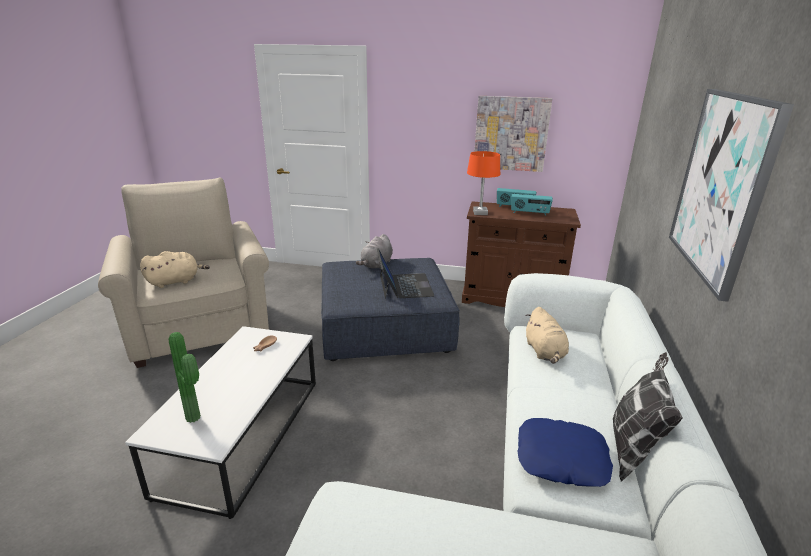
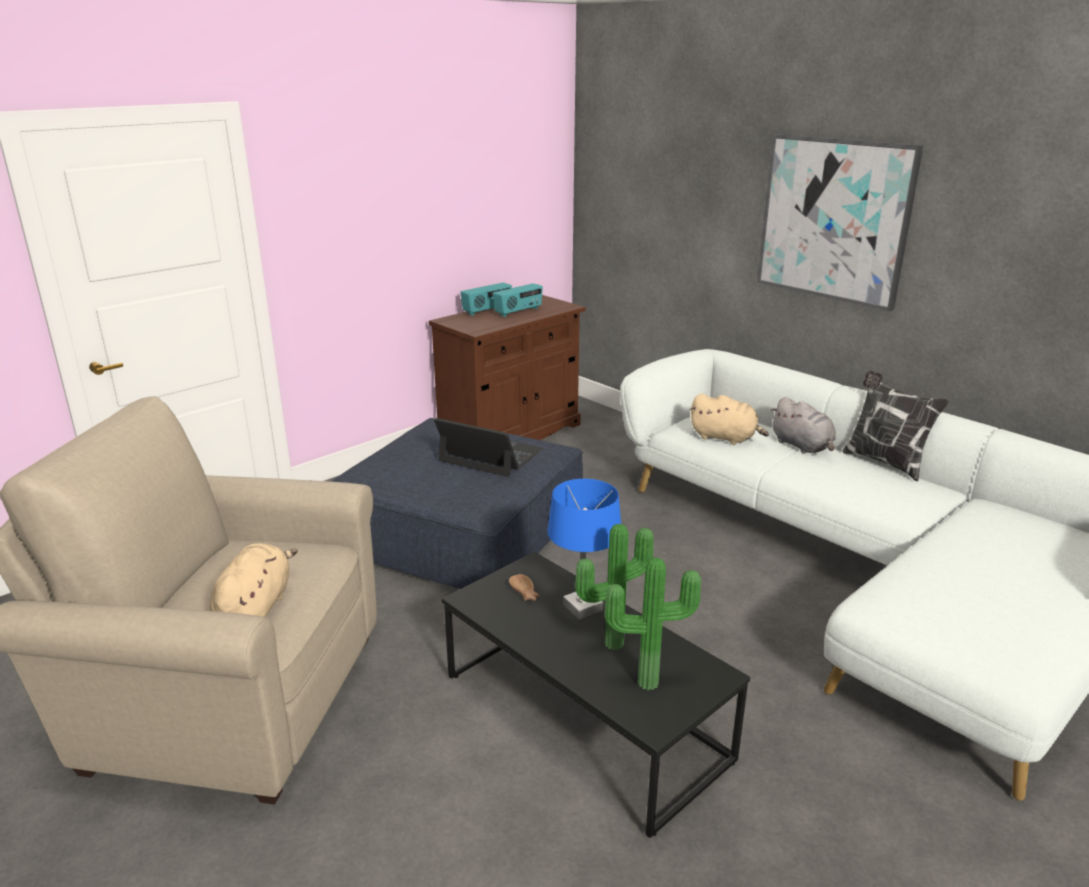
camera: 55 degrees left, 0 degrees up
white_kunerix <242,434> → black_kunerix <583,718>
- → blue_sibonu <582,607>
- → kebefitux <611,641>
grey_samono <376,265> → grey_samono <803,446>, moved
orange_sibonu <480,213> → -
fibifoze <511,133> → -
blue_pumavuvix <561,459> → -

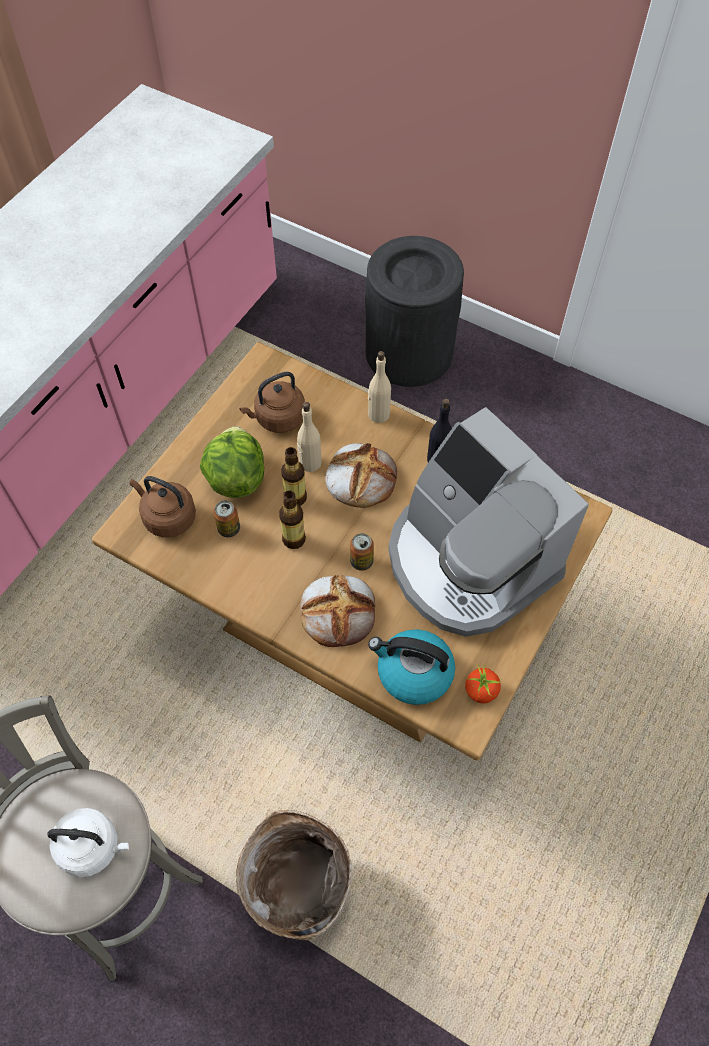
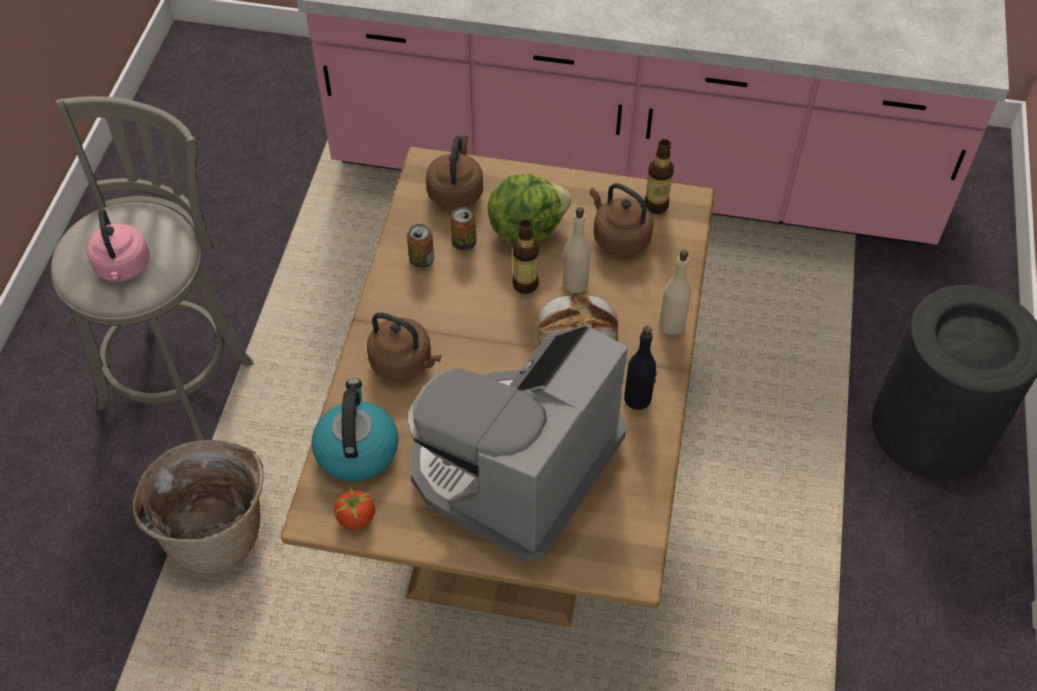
camera: 70 degrees right, 5 degrees down
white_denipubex <93,847> → pink_denipubex <123,268>
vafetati <338,611> → brown_denipubex <404,363>
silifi <361,561> → silifi <421,260>, moved
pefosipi <294,539> → pefosipi <656,205>, moved

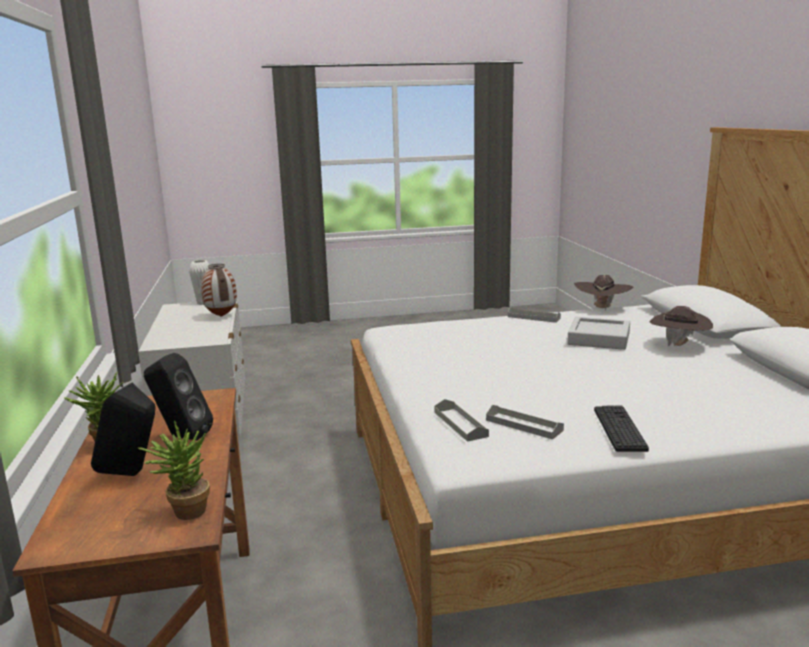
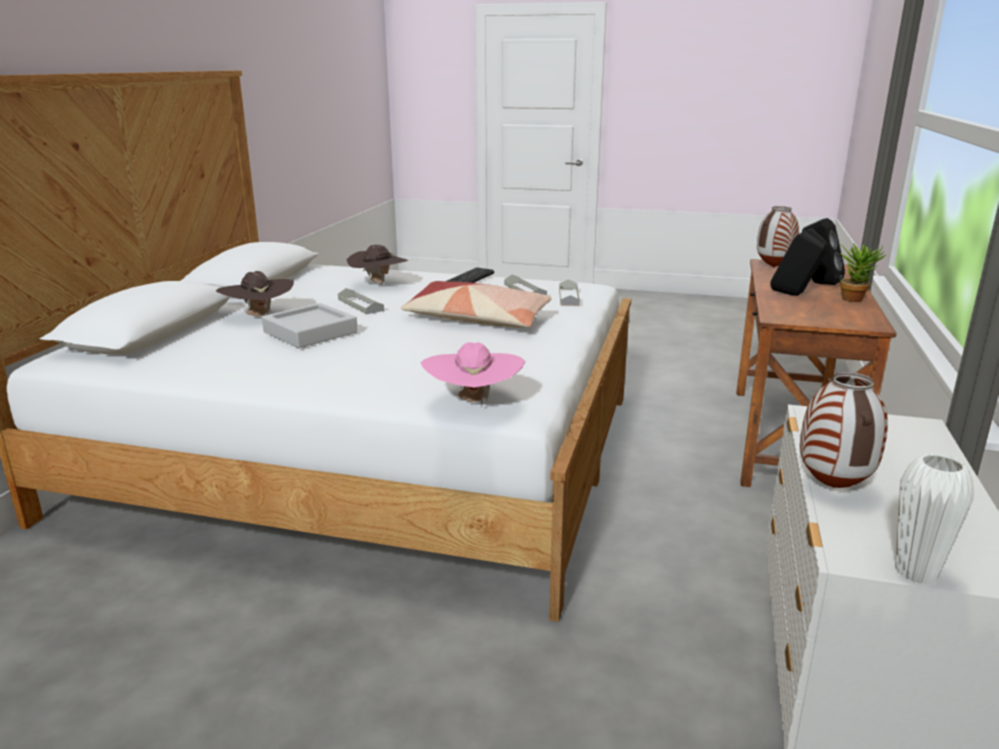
camera: 155 degrees left, 5 degrees up
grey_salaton <533,317> → grey_salaton <360,305>, moved
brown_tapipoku <602,308> → brown_tapipoku <378,284>, moved
- → pumavuvix <477,319>
- → pink_tapipoku <473,401>
kebefitux <184,512> → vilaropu <773,267>

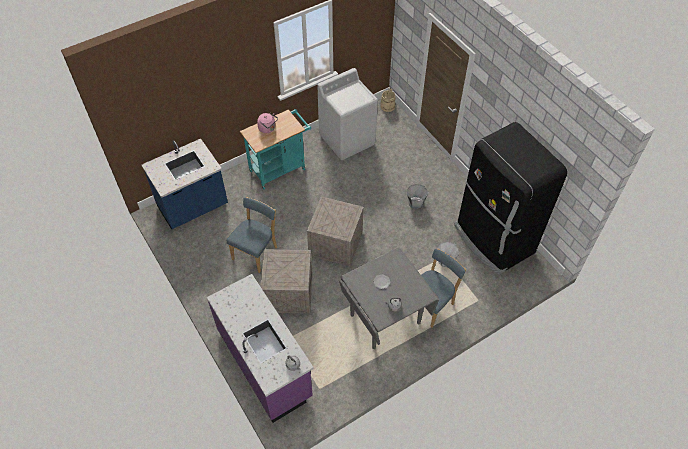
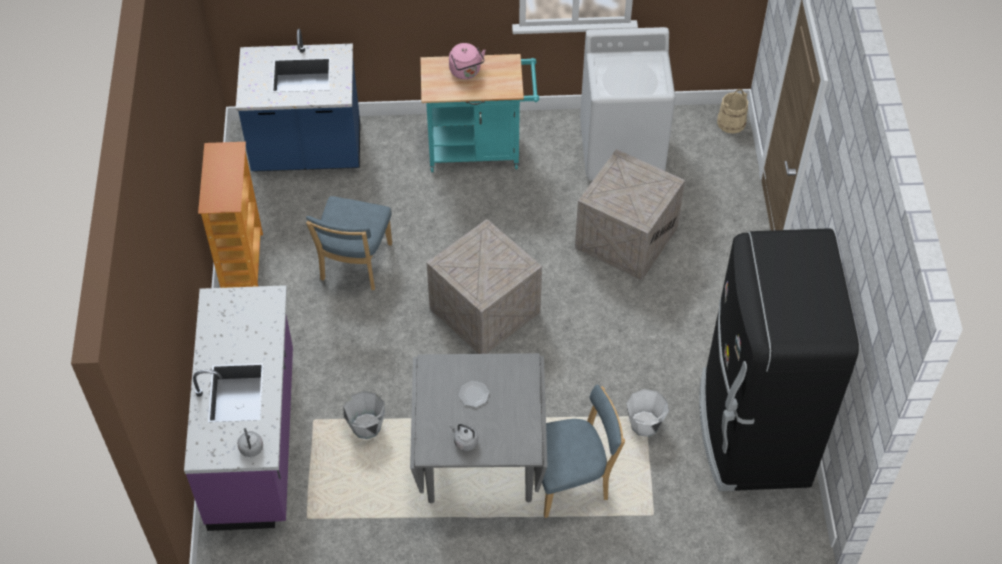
camera: 30 degrees right, 0 degrees up
- → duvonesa <241,263>
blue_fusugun <256,252> → blue_fusugun <354,265>, 135 degrees clockwise
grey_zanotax <415,203> → grey_zanotax <366,427>, moved
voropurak <288,292> → voropurak <626,236>, moved

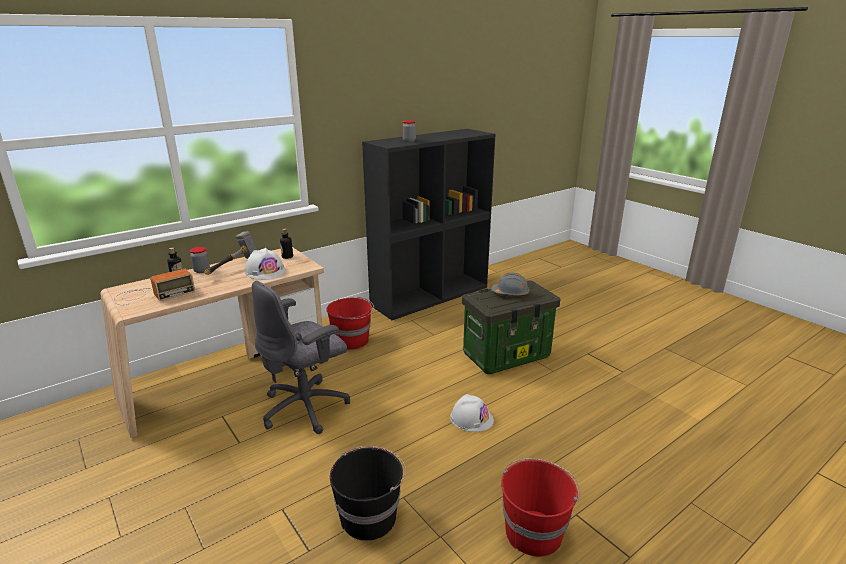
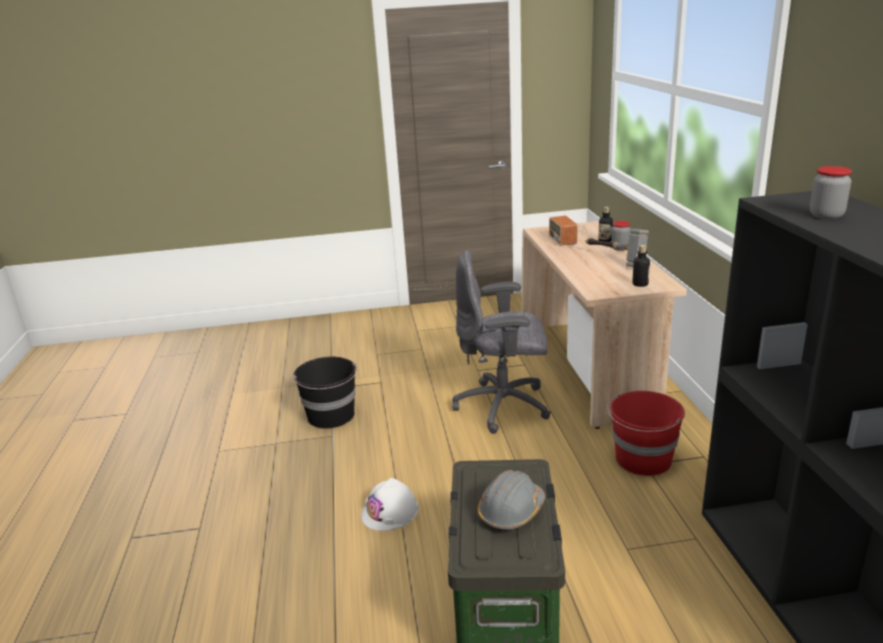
camera: 120 degrees right, 0 degrees up
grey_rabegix <306,407> → grey_rabegix <504,406>, 75 degrees counterclockwise
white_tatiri <265,271> → -
red_zanotax <533,531> → -

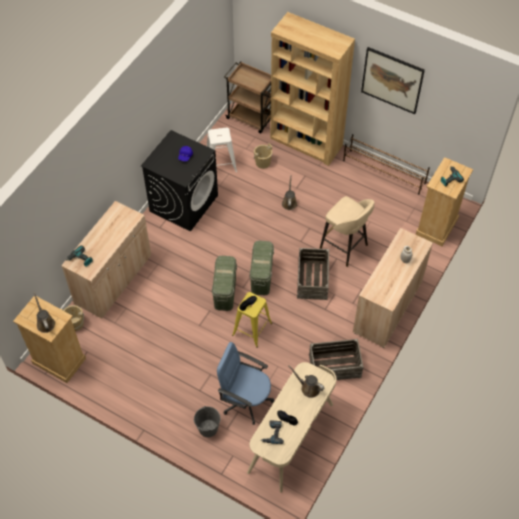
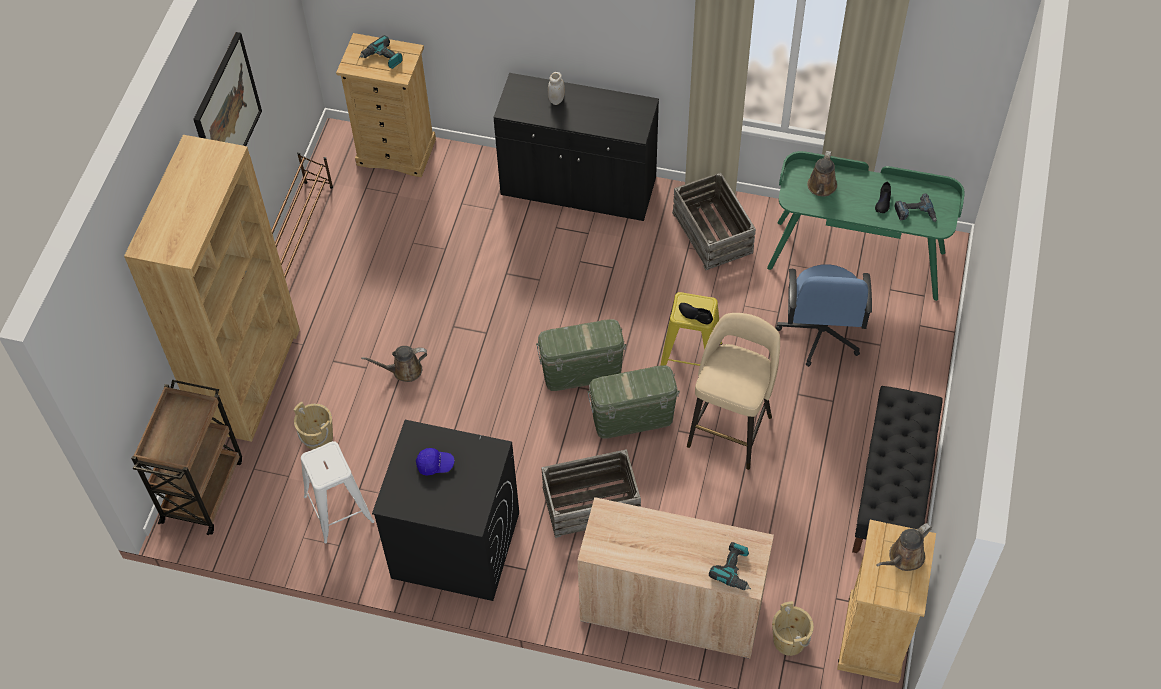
camera: 105 degrees left, 0 degrees up
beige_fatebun <387,307> → black_fatebun <578,187>
voropurak <312,279> → voropurak <591,504>, moved
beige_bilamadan <345,247> → beige_bilamadan <731,429>, moved
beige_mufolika <291,438> → green_mufolika <856,258>
- → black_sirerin <891,491>
grey_zanotax <208,428> → -

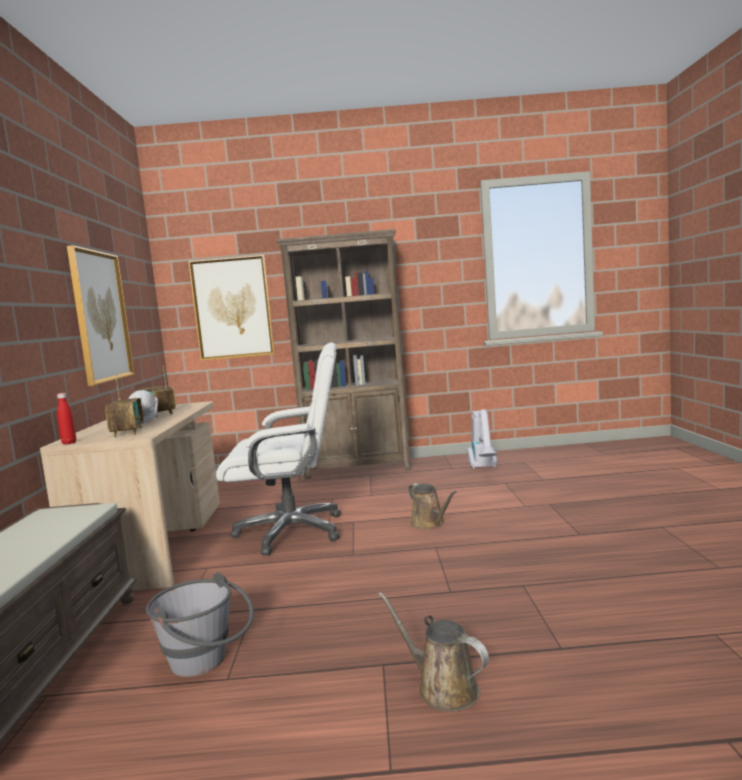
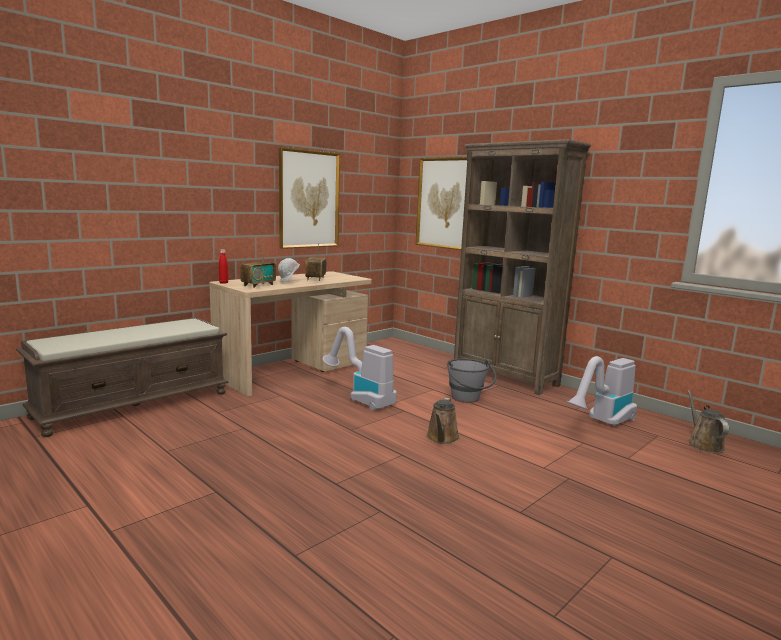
camera: 45 degrees right, 5 degrees up
white_rabegix <292,531> → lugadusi <360,398>
grey_zanotax <207,663> → grey_zanotax <468,400>, moved
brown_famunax <443,688> → brown_famunax <703,444>, moved

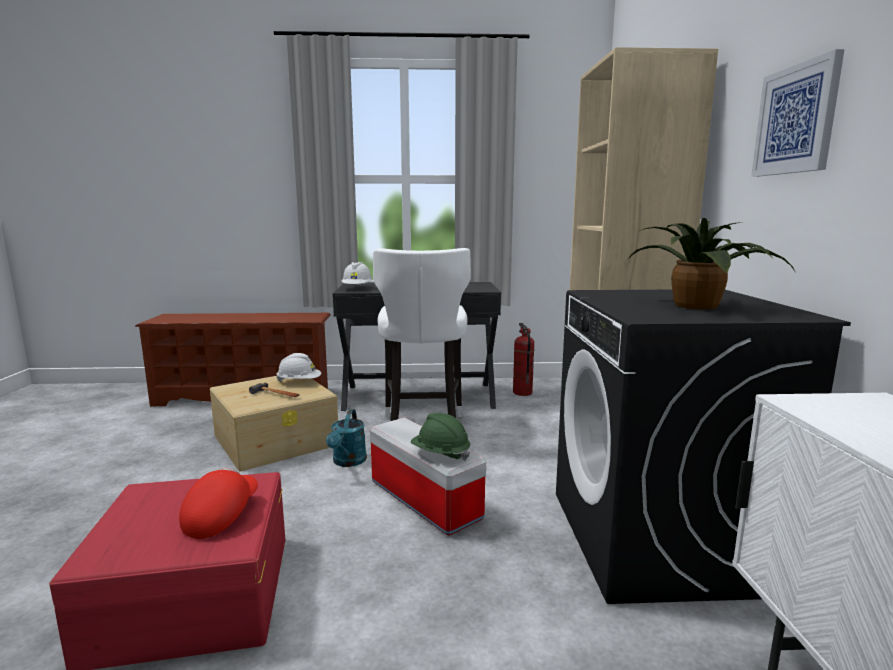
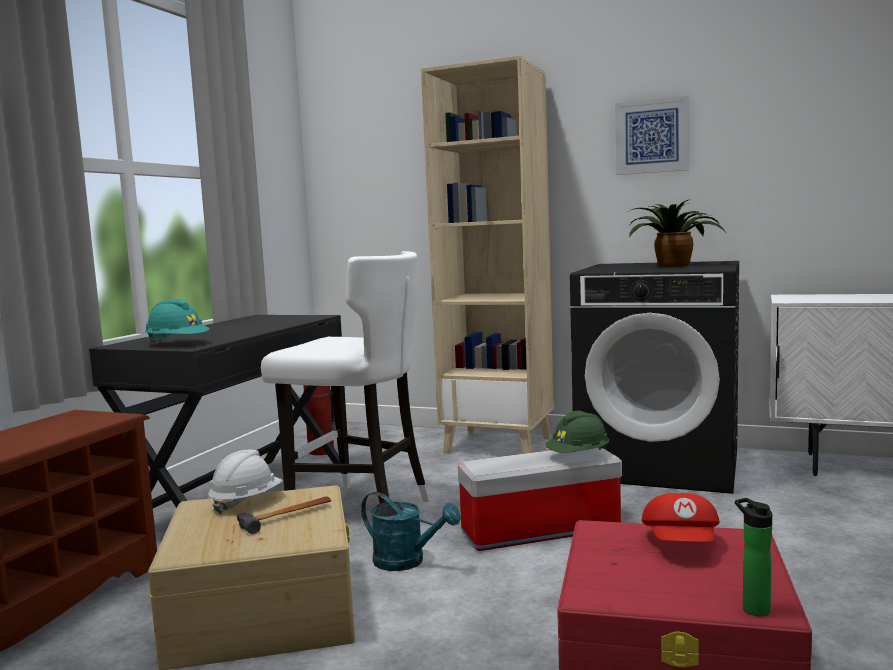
camera: 65 degrees left, 5 degrees down
white_tatiri <357,288> → turquoise_tatiri <178,344>
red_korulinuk <221,516> → red_korulinuk <682,544>, 120 degrees counterclockwise
- → pefosipi <753,608>

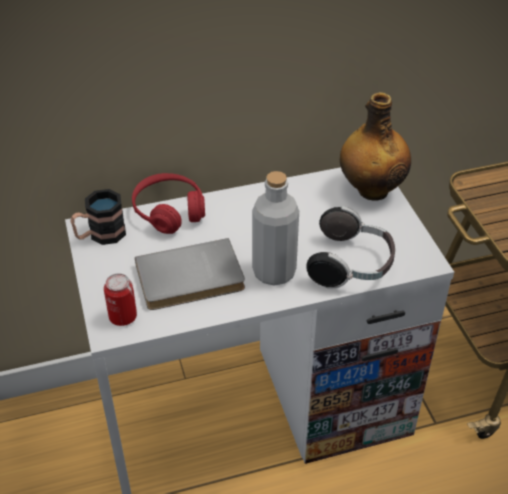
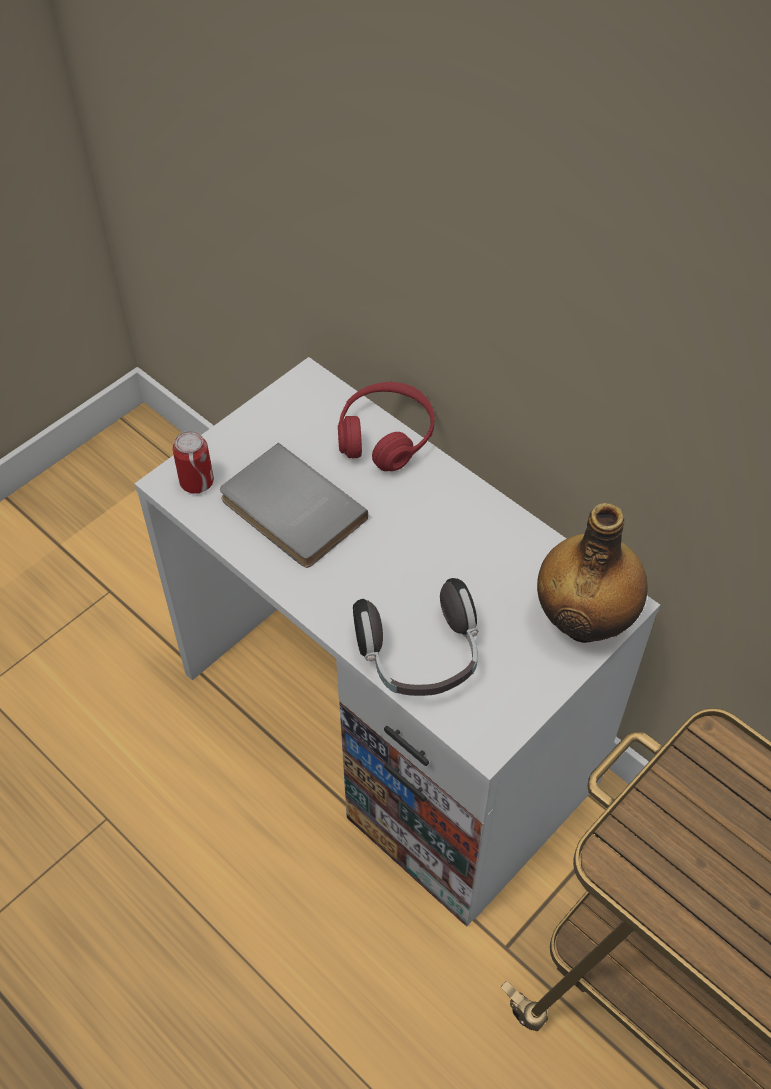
camera: 60 degrees right, 10 degrees up
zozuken <100,235> → -
grey_pefosipi <274,272> → -

